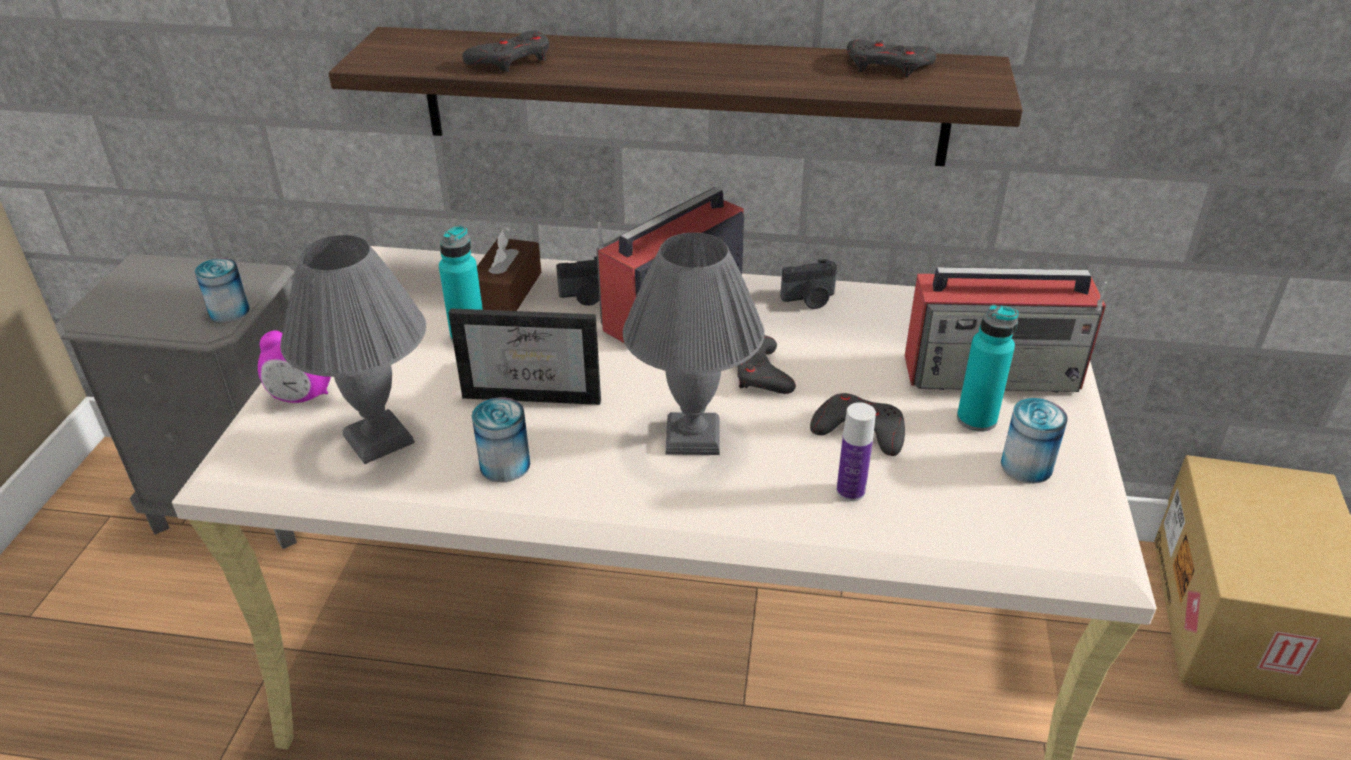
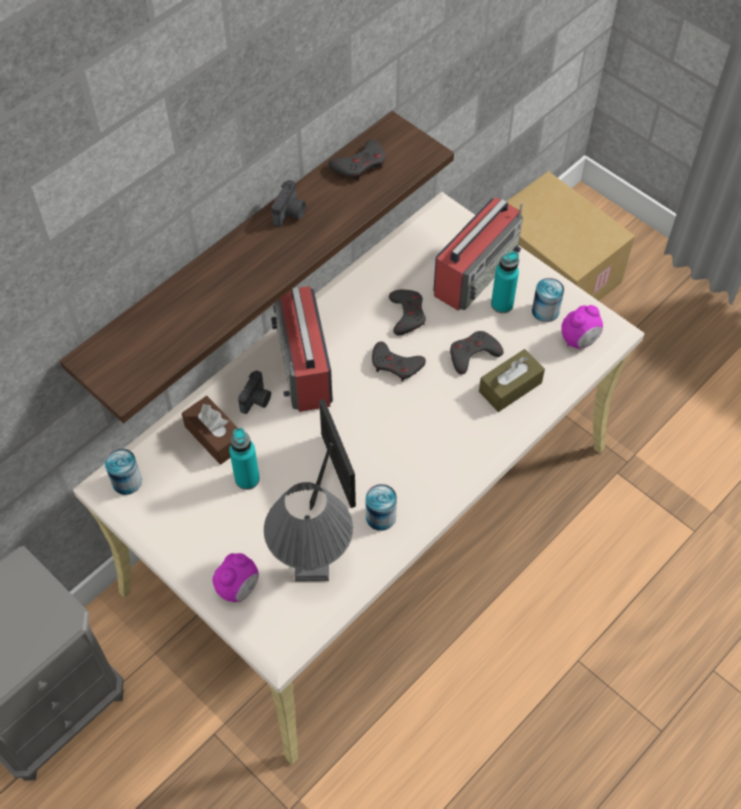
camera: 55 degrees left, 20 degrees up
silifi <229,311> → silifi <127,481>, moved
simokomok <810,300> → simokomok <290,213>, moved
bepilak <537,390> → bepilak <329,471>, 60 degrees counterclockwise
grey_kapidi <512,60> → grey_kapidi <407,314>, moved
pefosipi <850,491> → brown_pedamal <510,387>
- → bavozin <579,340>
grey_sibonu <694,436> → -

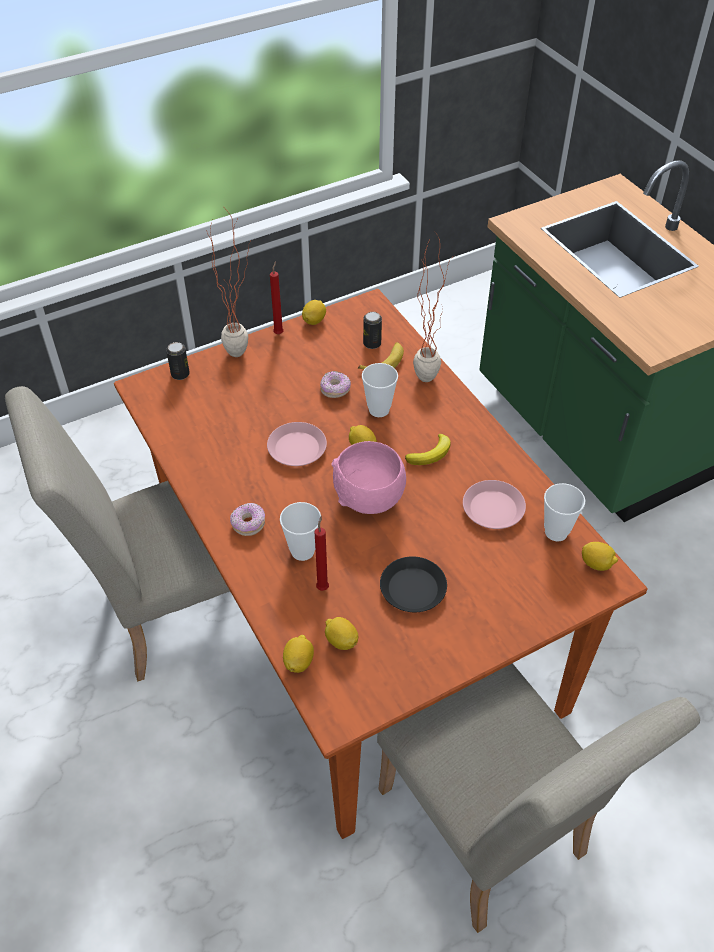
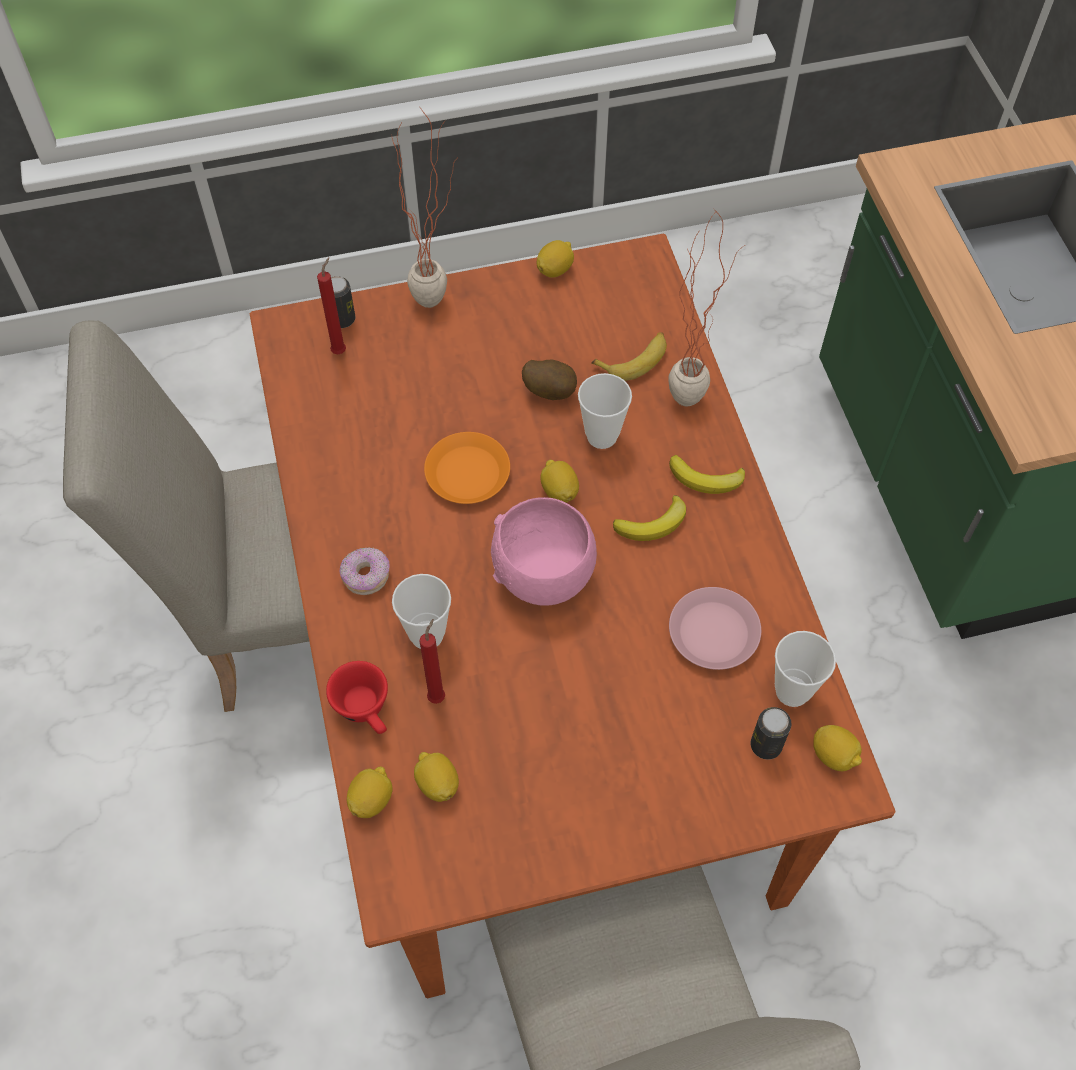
camera: 15 degrees right, 10 degrees up
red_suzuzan <279,333> → red_suzuzan <340,350>, moved
- → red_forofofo <366,710>
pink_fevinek <297,448> → orange_fevinek <468,473>
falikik <335,390> → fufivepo <550,390>
- → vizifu <706,479>
silifi <372,343> → silifi <766,745>, moved
black_fevinek <413,589> → -

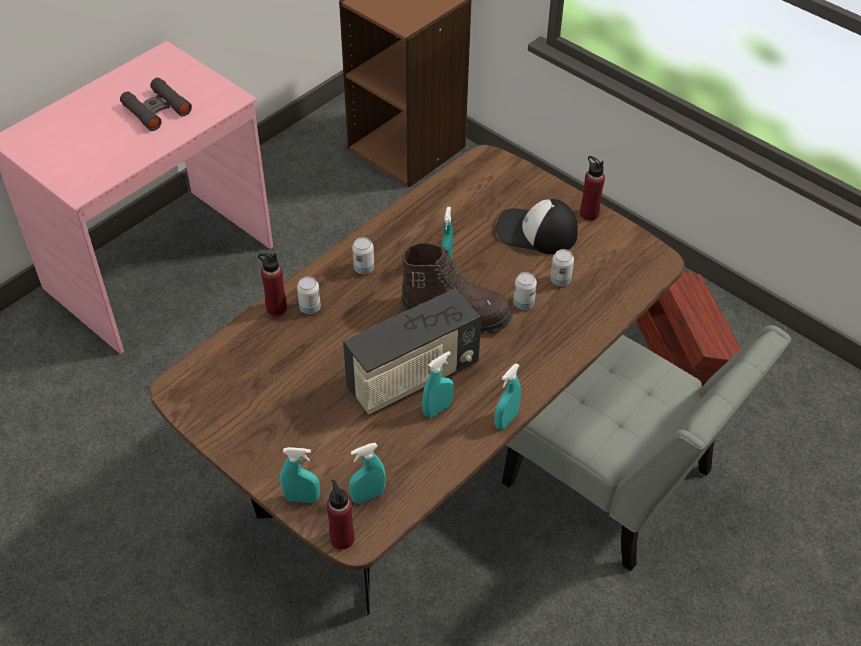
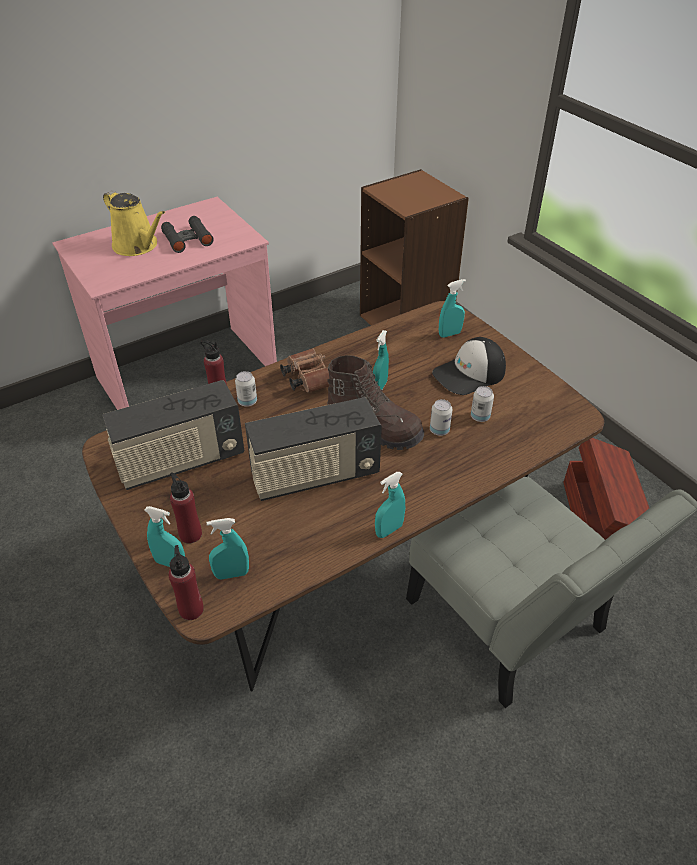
camera: 15 degrees right, 5 degrees down
- → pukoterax <181,461>
- → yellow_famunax <138,246>
red_pefosipi <589,214> → red_pefosipi <190,534>, moved
silifi <364,268> → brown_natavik <306,378>
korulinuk <536,232> → korulinuk <469,374>, 60 degrees counterclockwise
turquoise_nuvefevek <437,409> → turquoise_nuvefevek <449,334>, moved

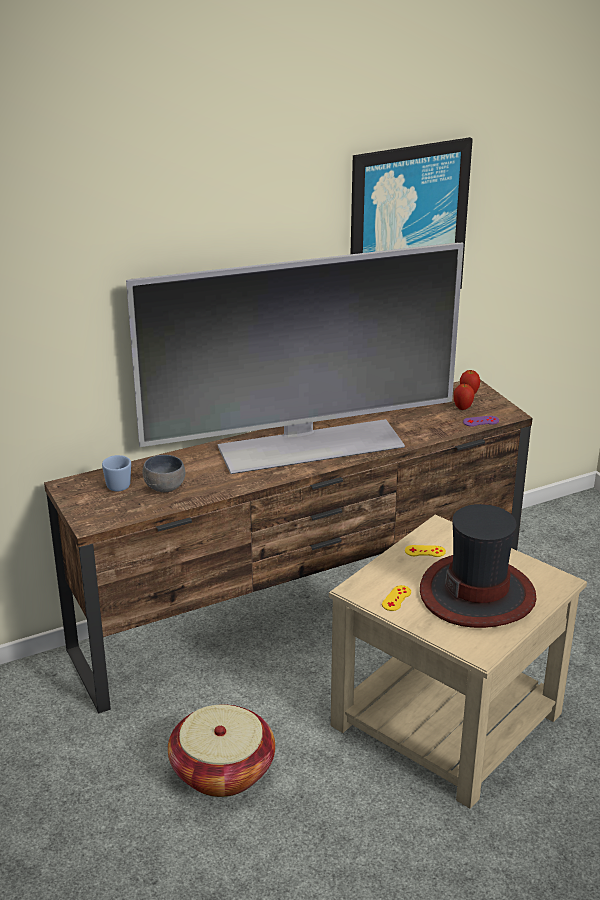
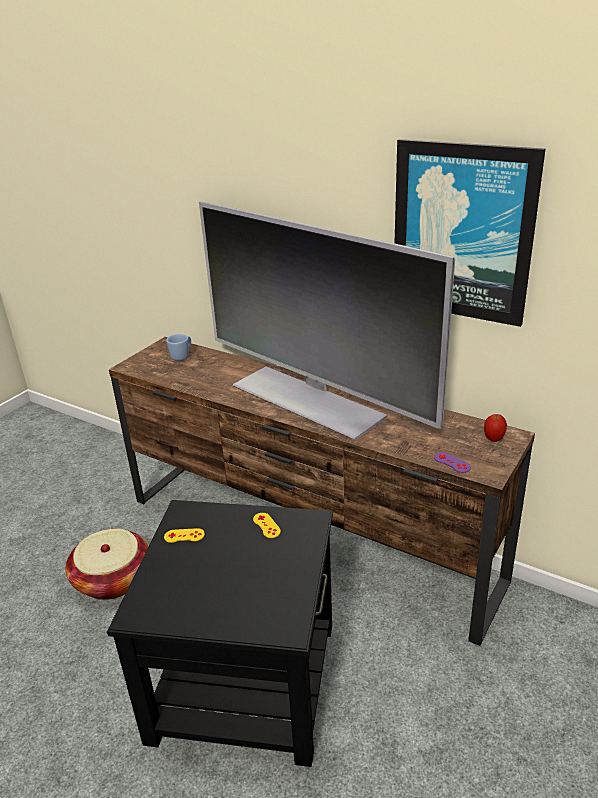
camera: 60 degrees right, 0 degrees up
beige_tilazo <447,719> → black_tilazo <245,681>
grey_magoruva <166,487> → -
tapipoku <478,593> → -
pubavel <462,408> → -

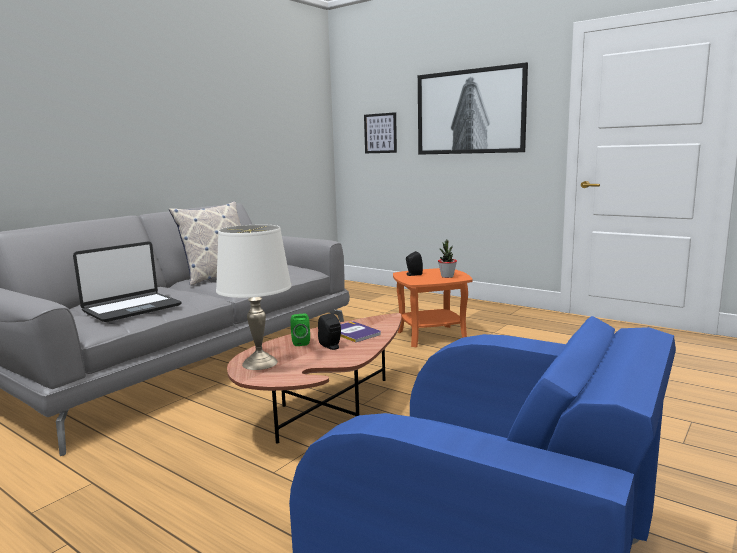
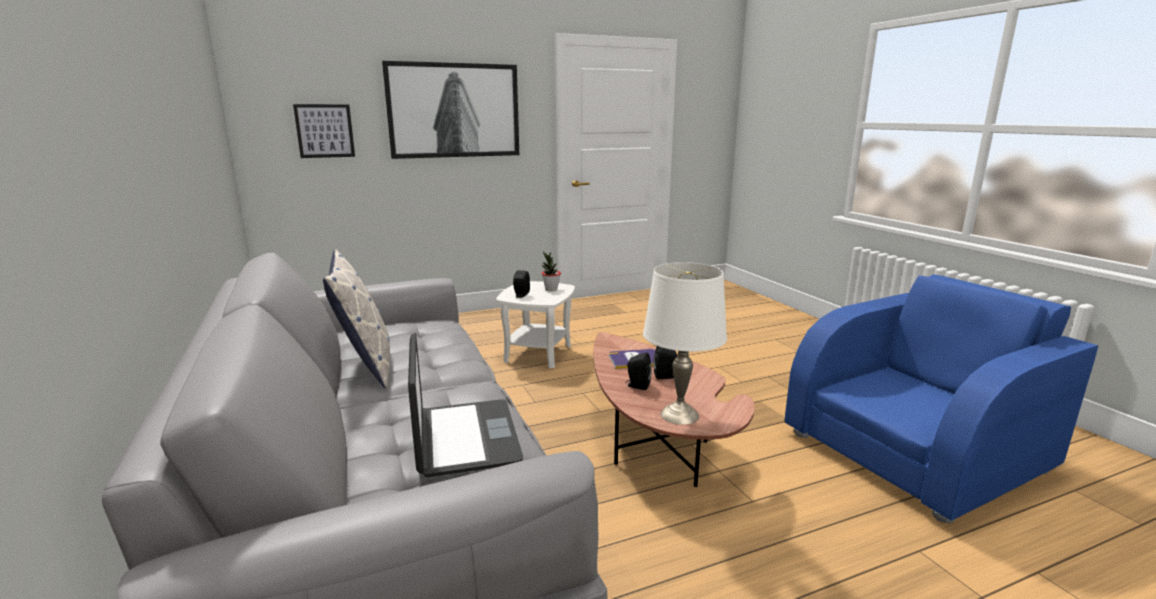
camera: 60 degrees left, 5 degrees up
orange_tilazo <431,336> → white_tilazo <538,353>
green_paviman <300,342> → black_paviman <637,386>

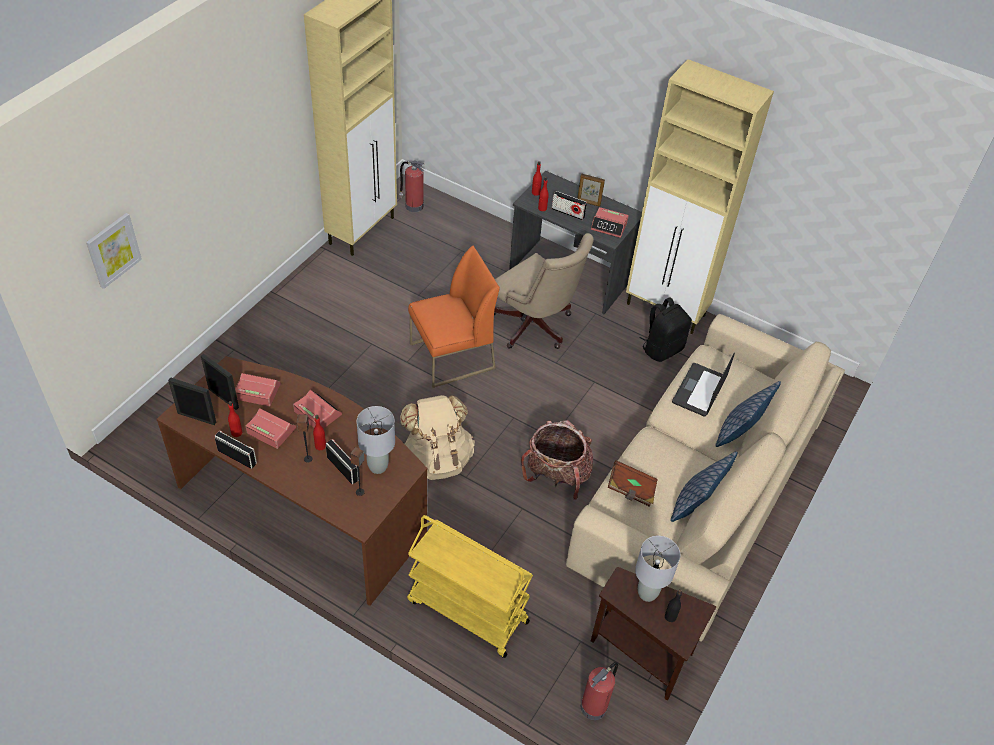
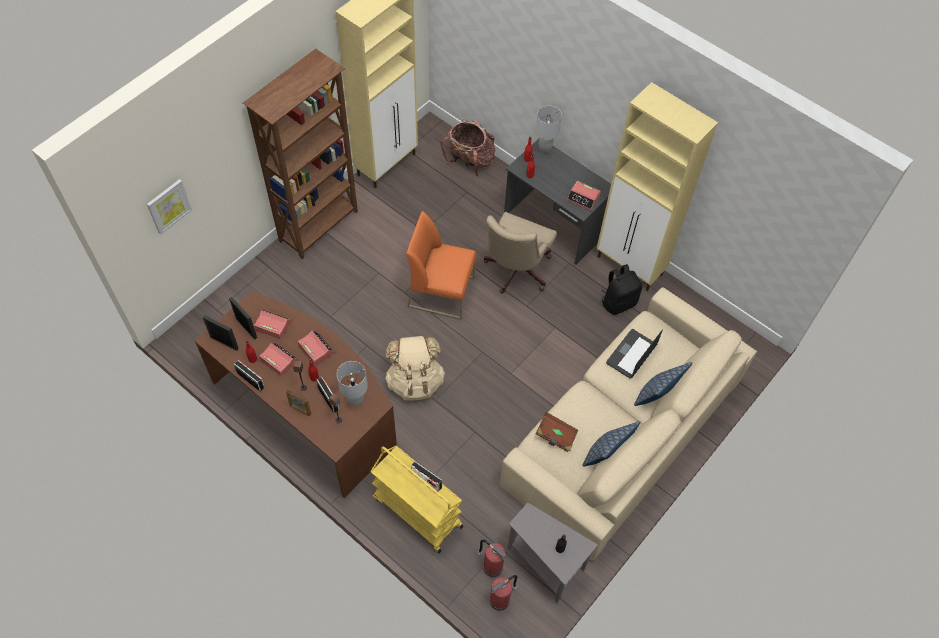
camera: 10 degrees right, 10 degrees up
- → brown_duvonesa <320,226>
bepilak <588,203> → bepilak <300,410>, moved
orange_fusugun <451,357> → orange_fusugun <442,292>, 150 degrees counterclockwise
pukoterax <568,213> → pukoterax <426,480>, moved
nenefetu <556,476> → nenefetu <470,161>, moved
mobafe <413,205> → mobafe <492,566>, moved
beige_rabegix <534,328> → beige_rabegix <515,271>, 60 degrees clockwise
brown_tilazo <643,655> → grey_tilazo <546,565>
grey_sibonu <647,593> → grey_sibonu <544,148>, moved

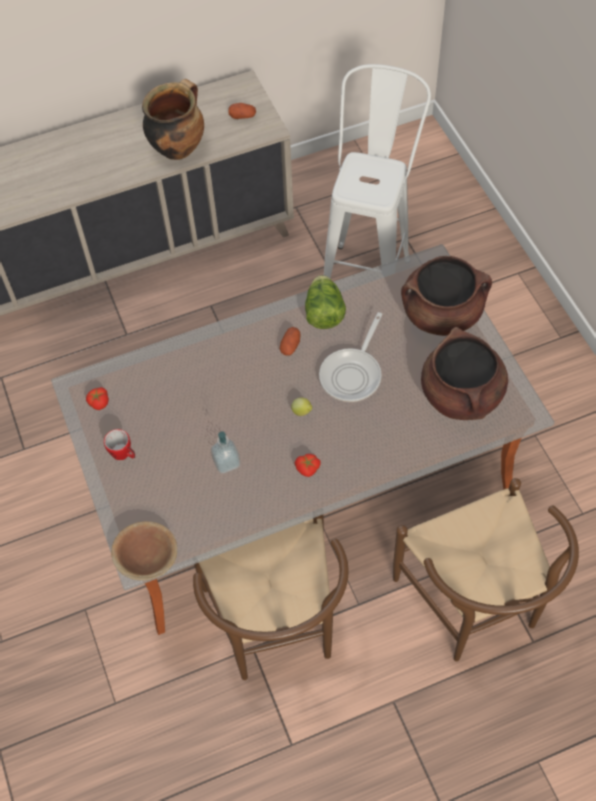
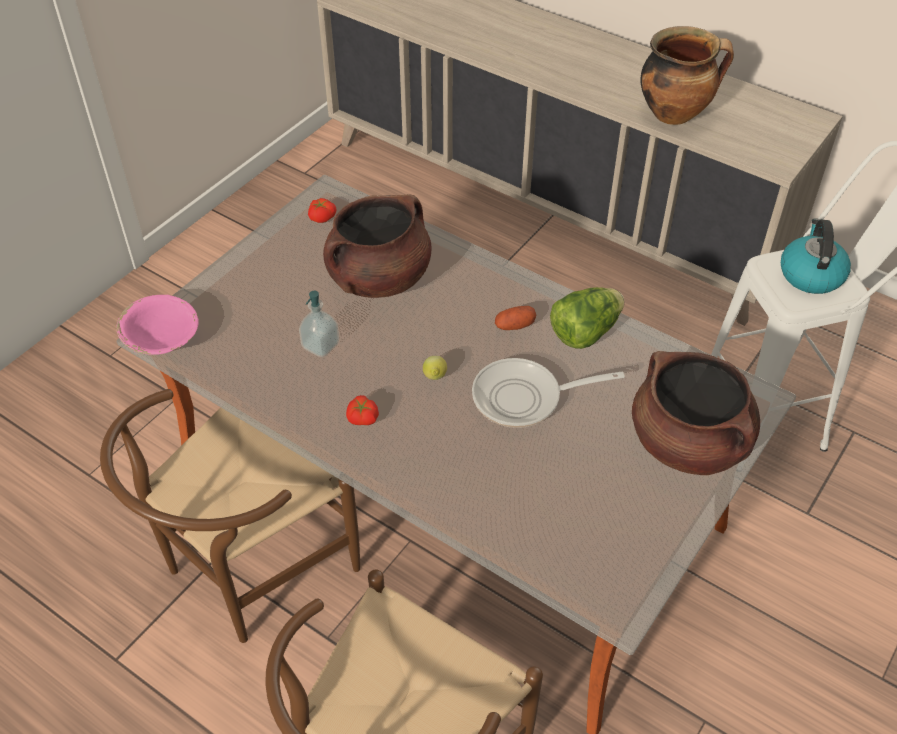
camera: 55 degrees right, 10 degrees down
brown_magoruva <147,557> → pink_magoruva <162,339>
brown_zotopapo <461,395> → brown_zotopapo <379,278>, moved
- → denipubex <810,274>
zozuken <124,454> → -
fufivepo <242,116> → -

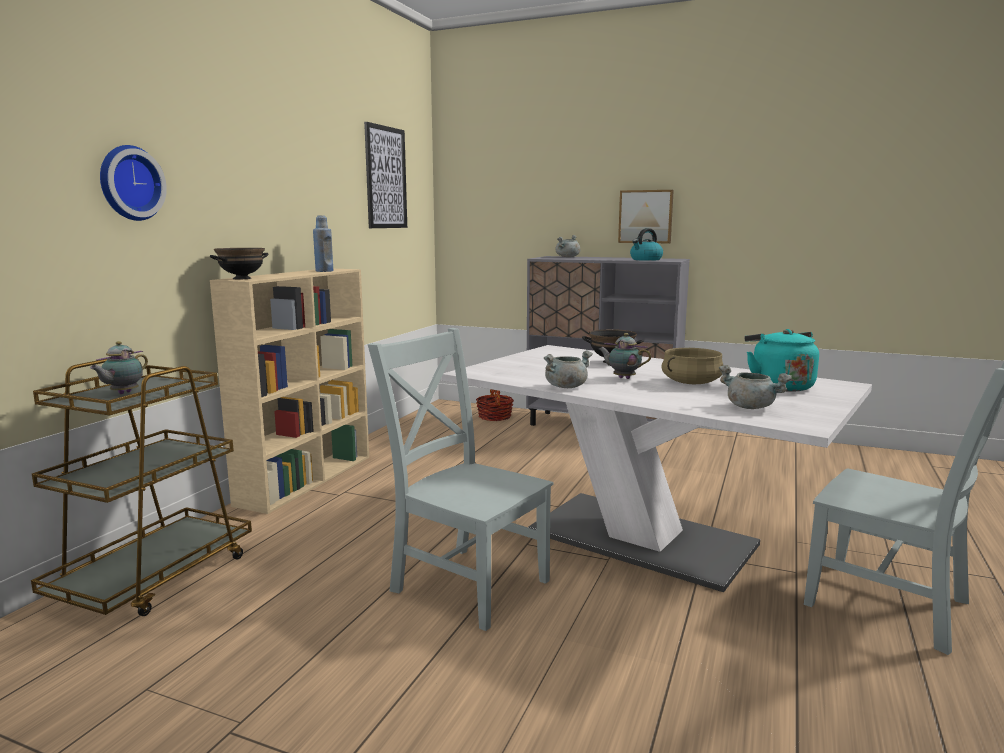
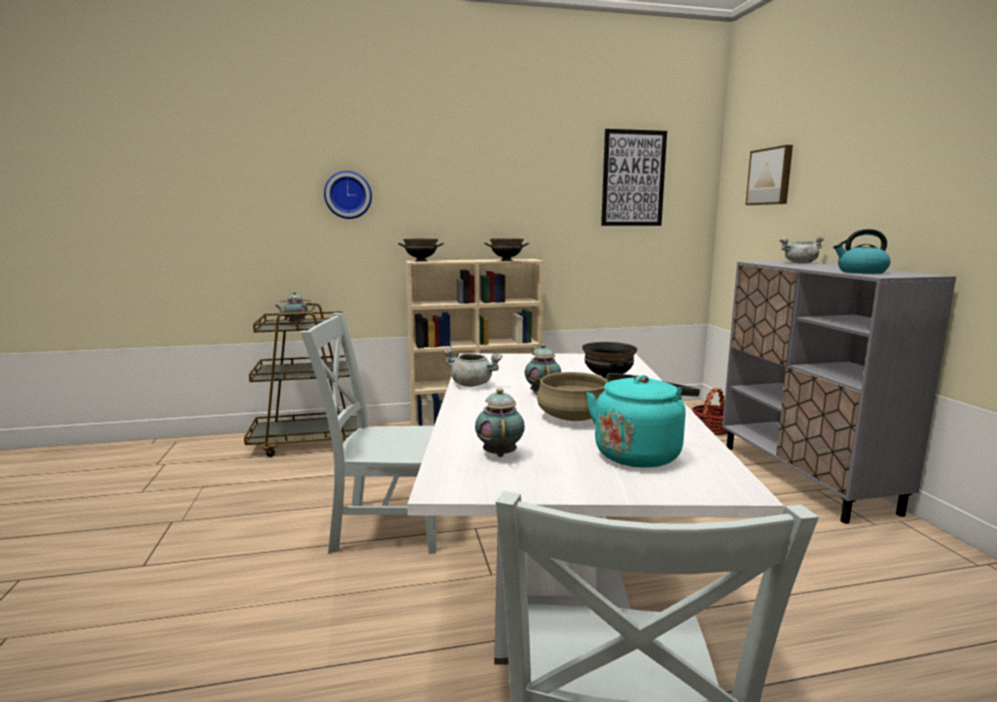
camera: 55 degrees right, 0 degrees up
grey_fusugun <466,583> → grey_fusugun <385,526>, 90 degrees counterclockwise
grey_zotopapo <751,407> → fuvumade <500,453>
blue_pefosipi <324,271> → black_magoruva <506,260>
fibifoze <645,216> → fibifoze <770,176>, moved

